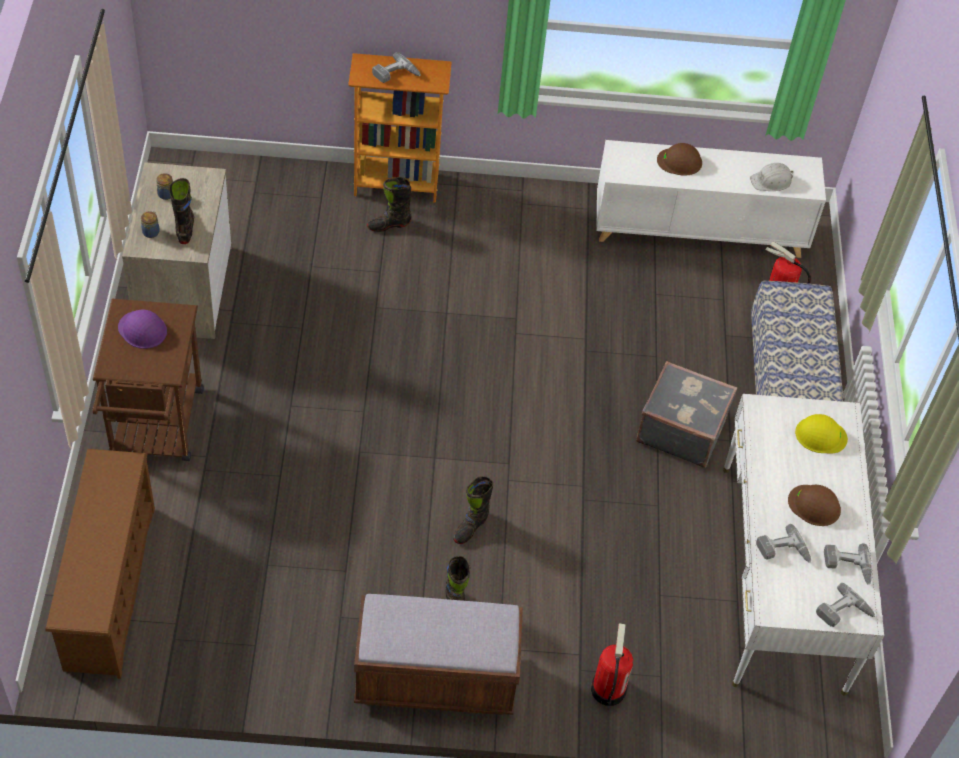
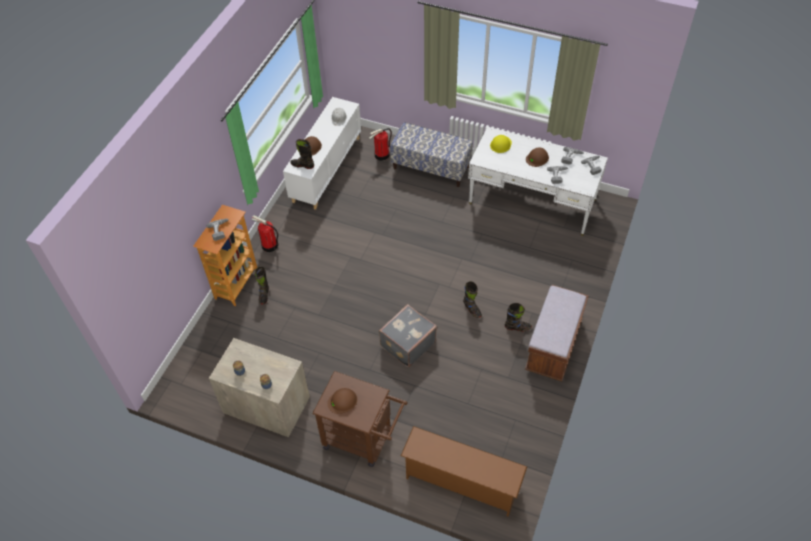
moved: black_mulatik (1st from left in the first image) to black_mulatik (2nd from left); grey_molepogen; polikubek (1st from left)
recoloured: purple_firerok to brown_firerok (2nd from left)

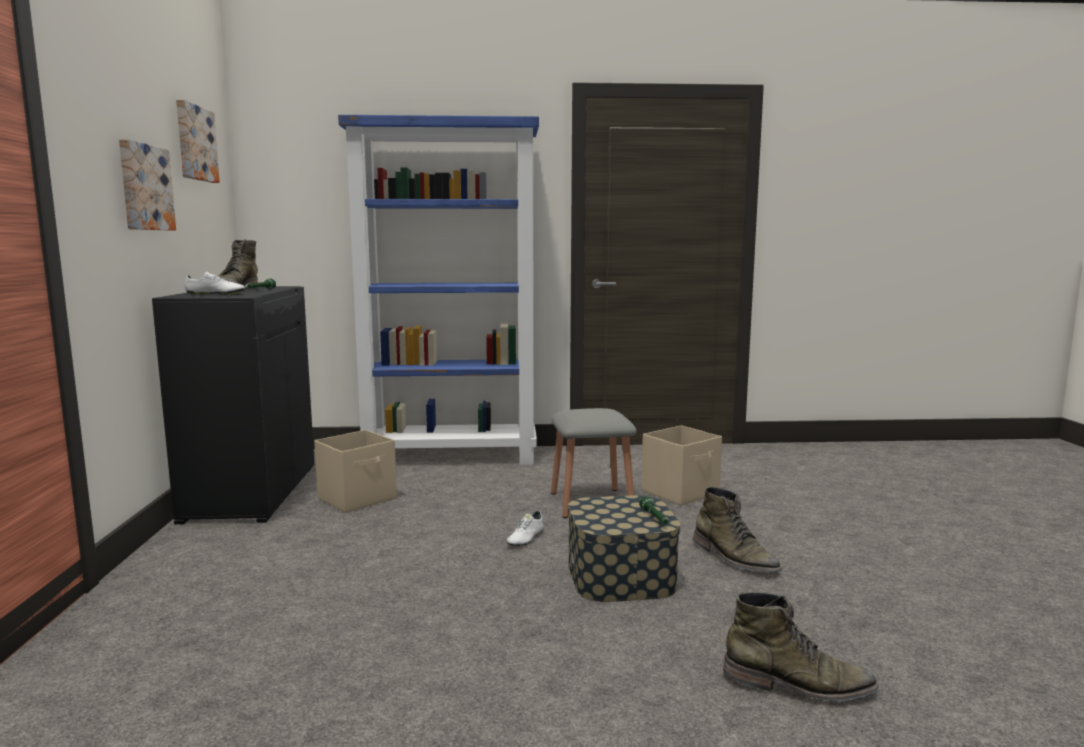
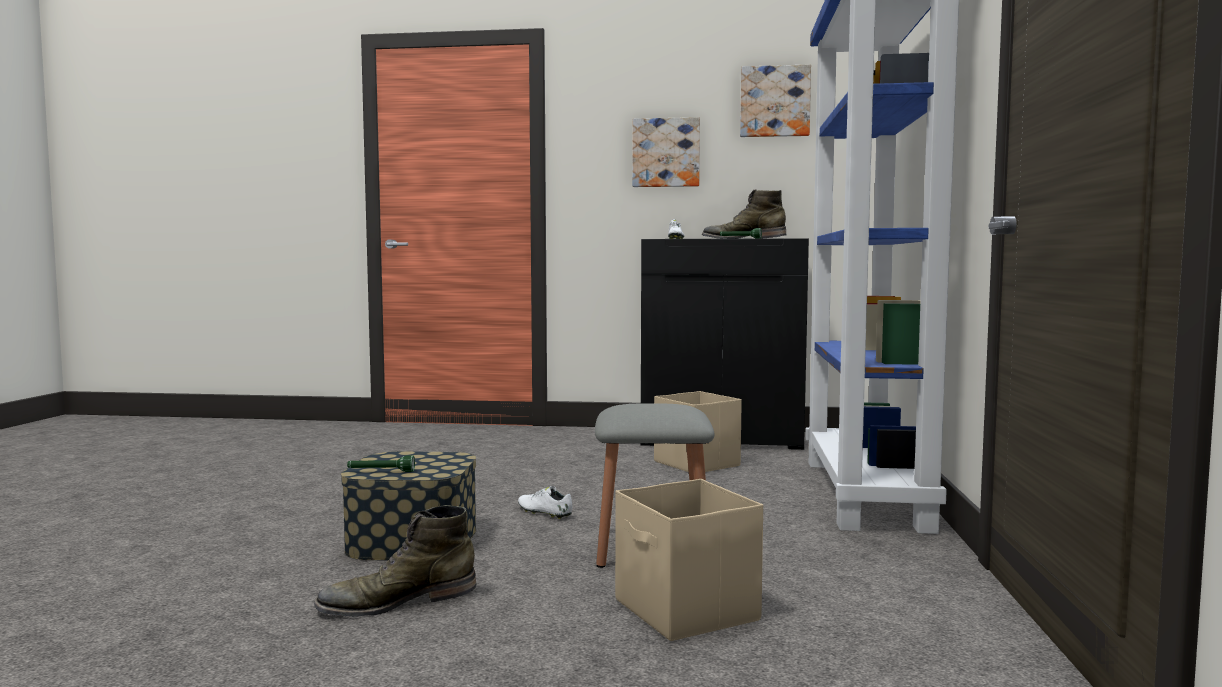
removed: green_mulatik (3rd from left)

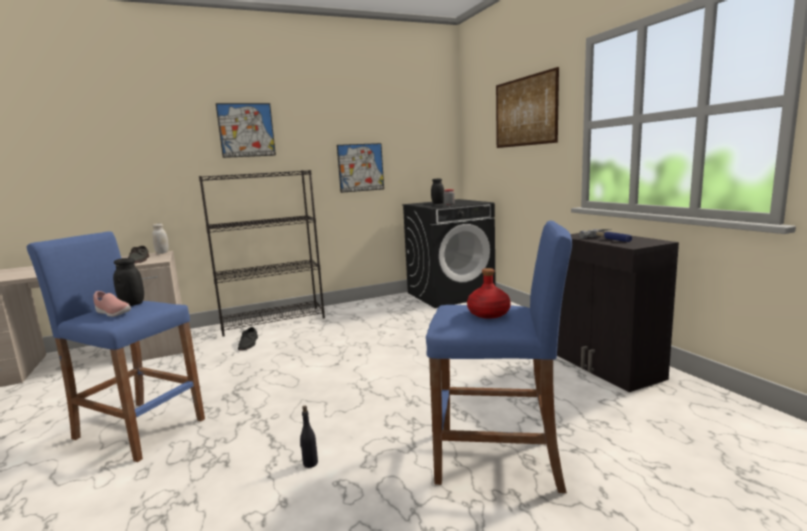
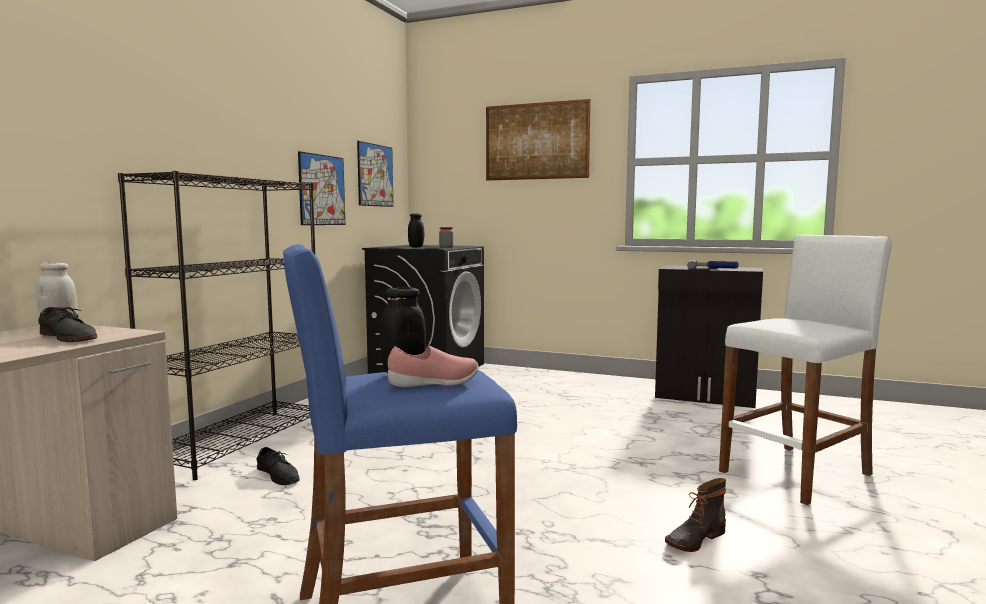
removed: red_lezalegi
moved: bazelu (1st from left in the first image) to bazelu (2nd from left)
replaced: black_lezalegi to mulatik
recoloured: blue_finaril (2nd from left) to white_finaril

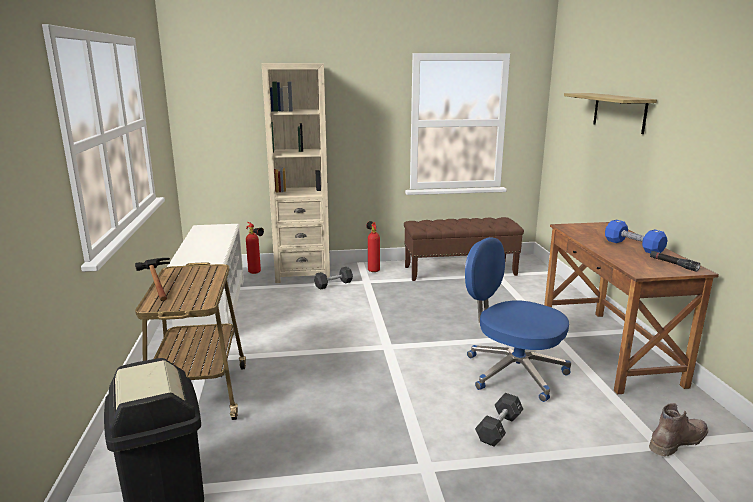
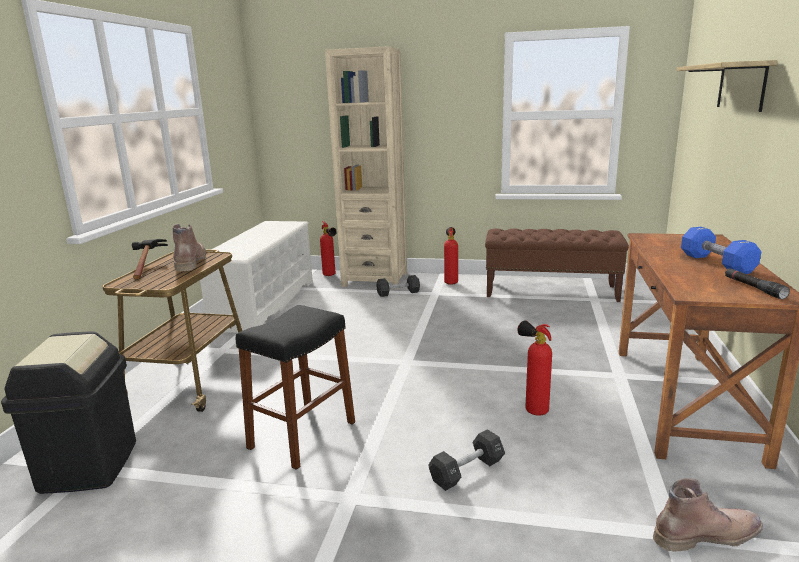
added: brown_mulatik (1st from left); black_finaril
replaced: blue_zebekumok to polikubek (3rd from left)

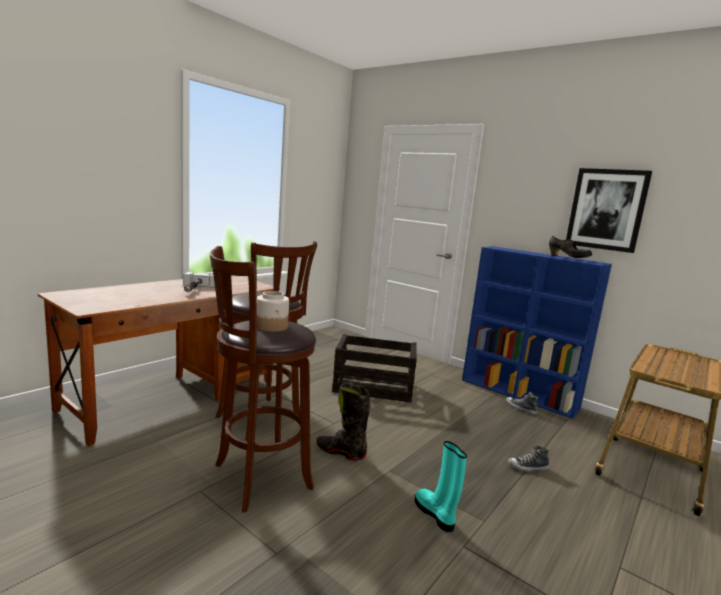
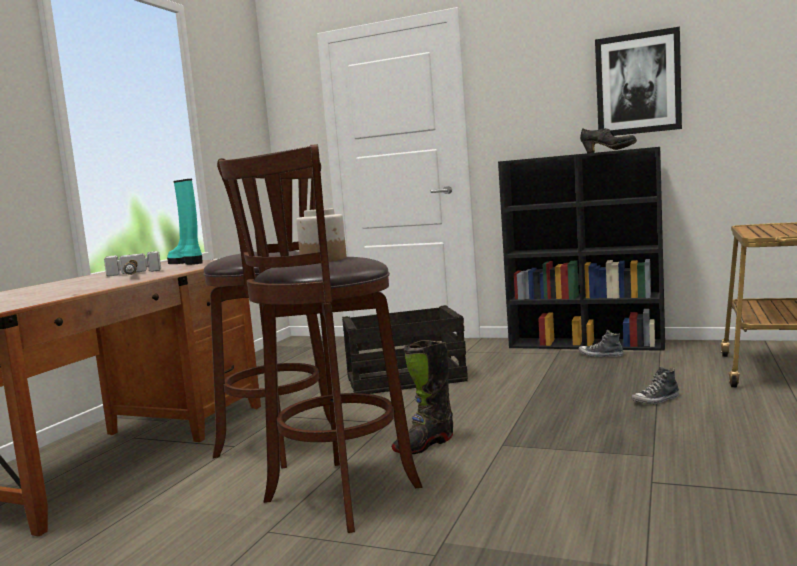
moved: turquoise_mulatik
recoloured: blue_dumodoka to black_dumodoka
turned: black_mulatik 45 degrees counterclockwise

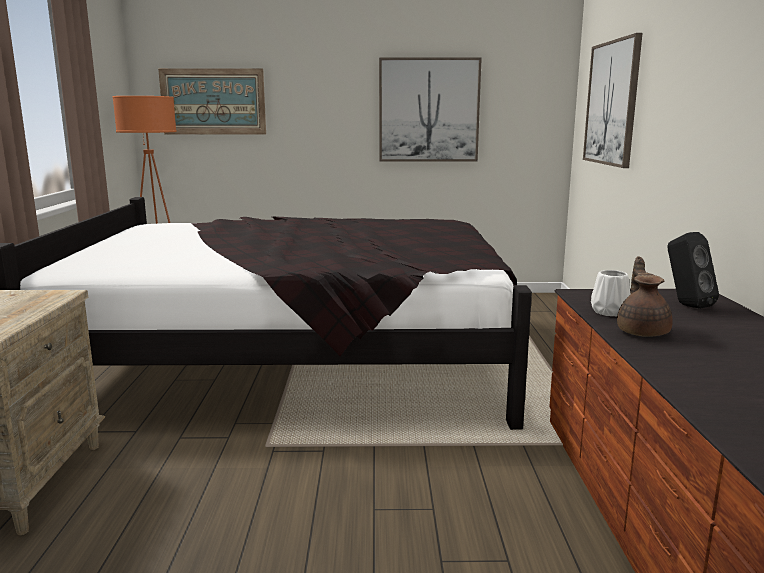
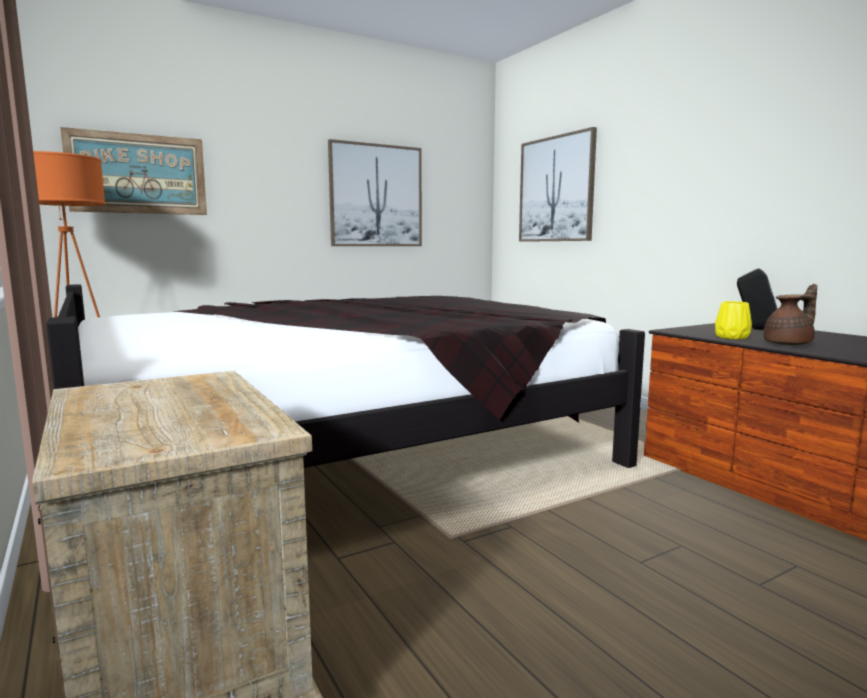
recoloured: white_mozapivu to yellow_mozapivu
turned: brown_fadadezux 90 degrees clockwise

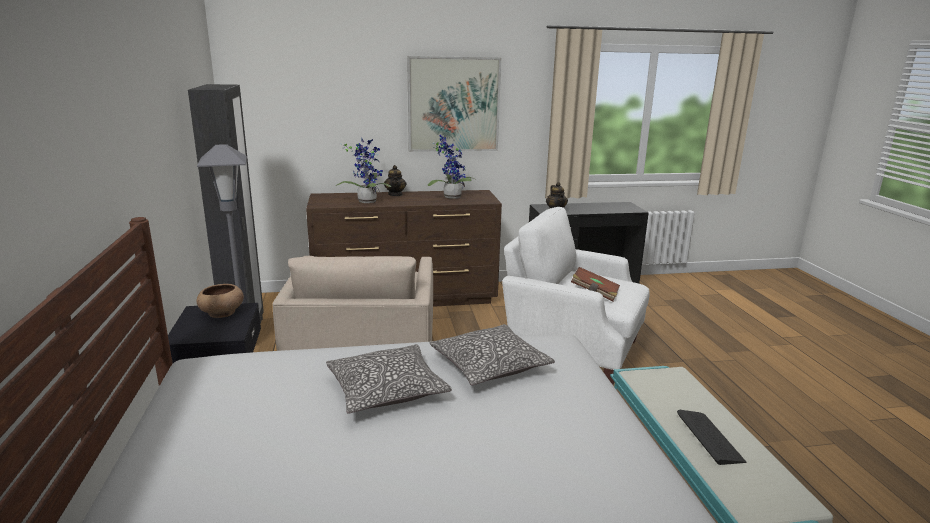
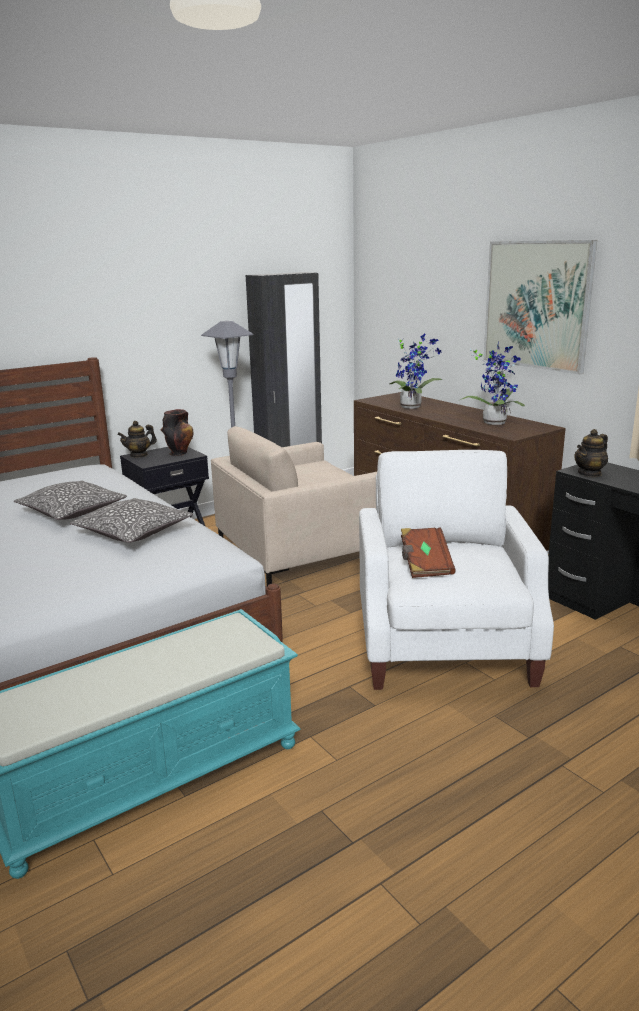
removed: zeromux
moved: fadadezux (1st from left)
replaced: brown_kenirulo to mozapivu

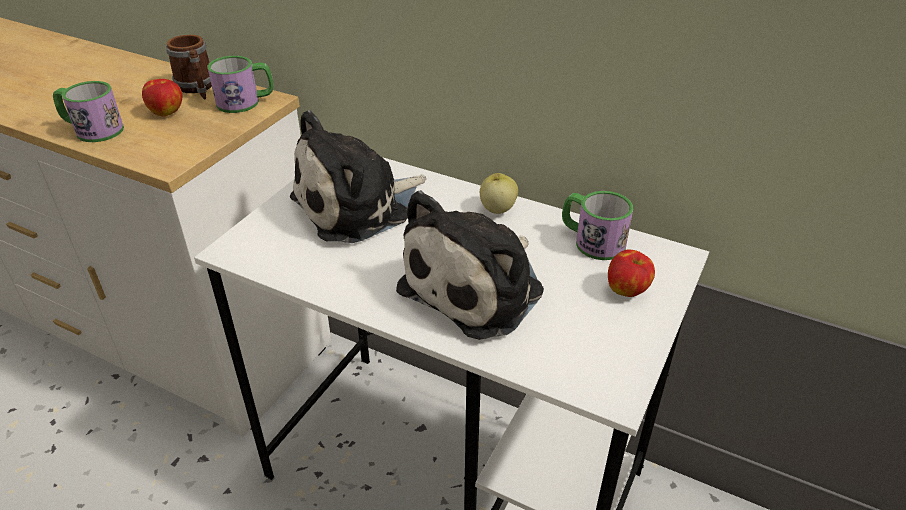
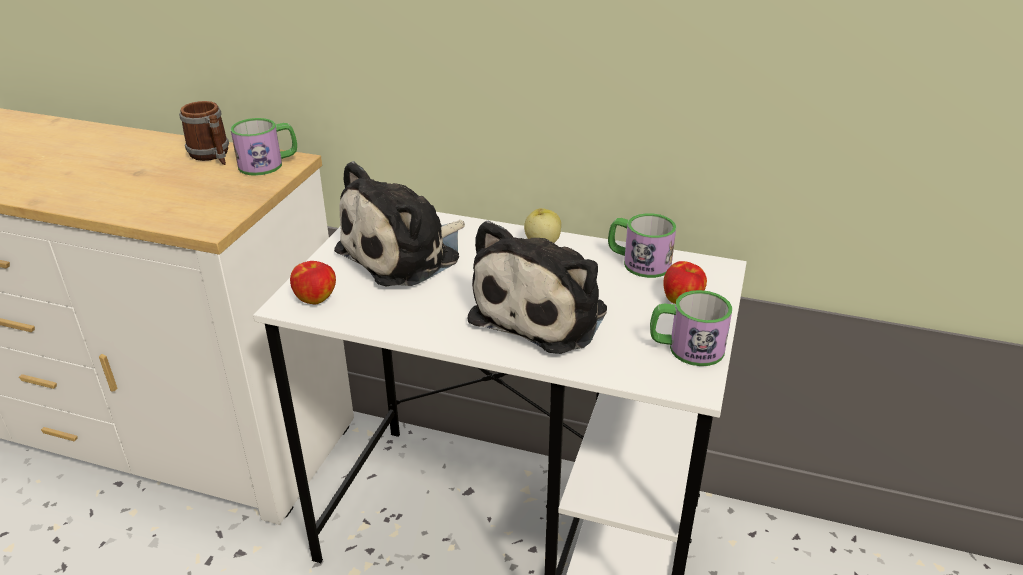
moved: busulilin (1st from left); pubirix (1st from left in the first image) to pubirix (4th from left)

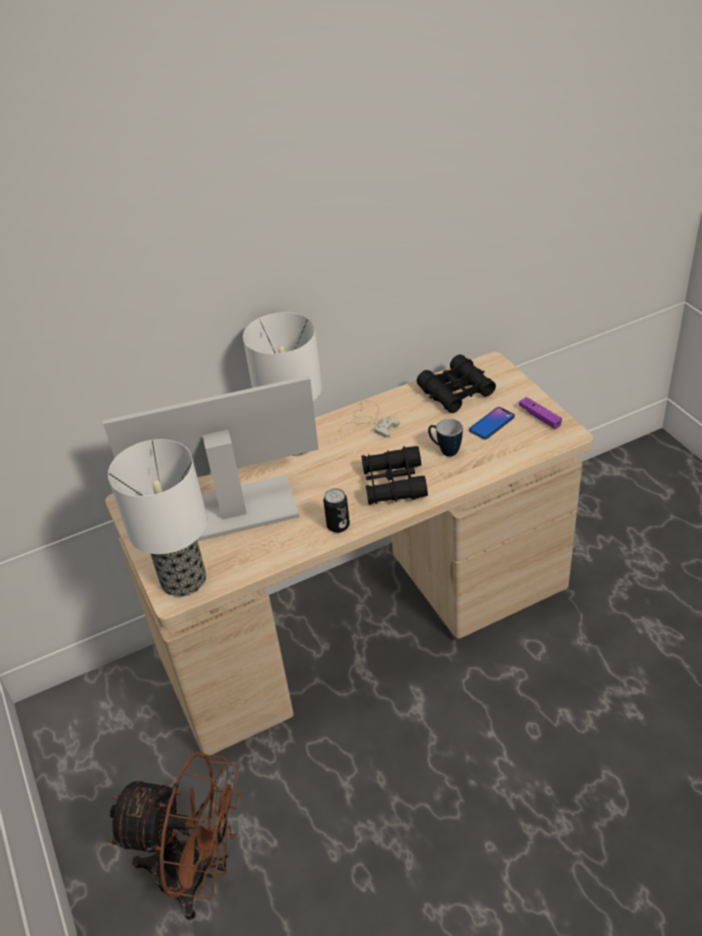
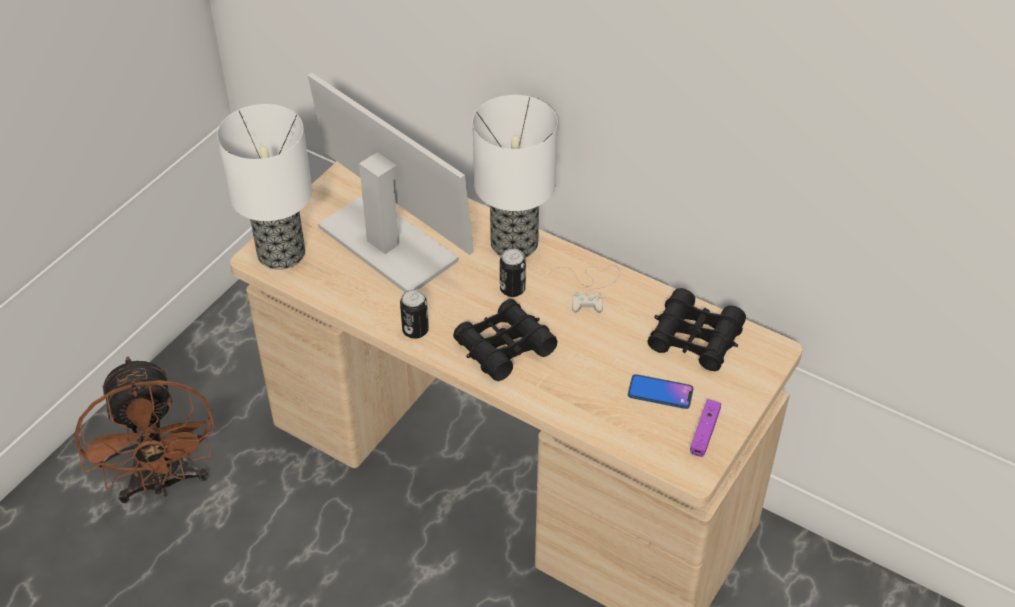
removed: pubirix
added: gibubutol (2nd from left)

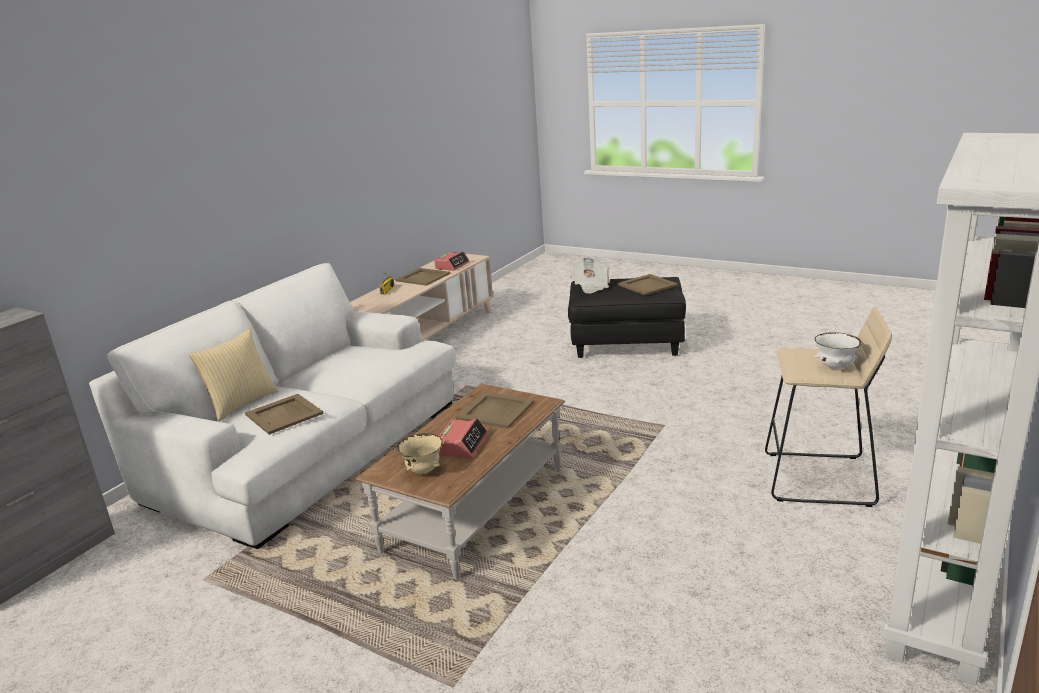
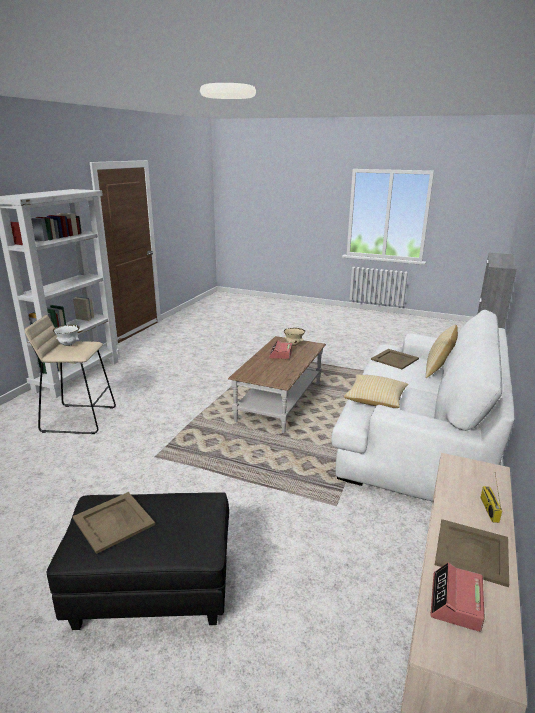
removed: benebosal; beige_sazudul (3rd from left)
added: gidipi (1st from left)

